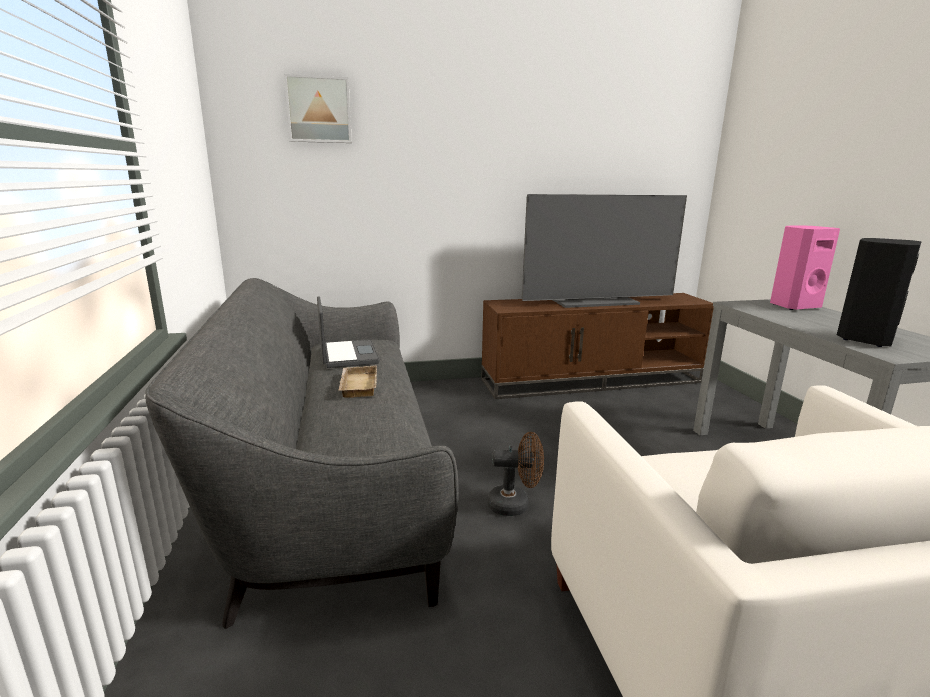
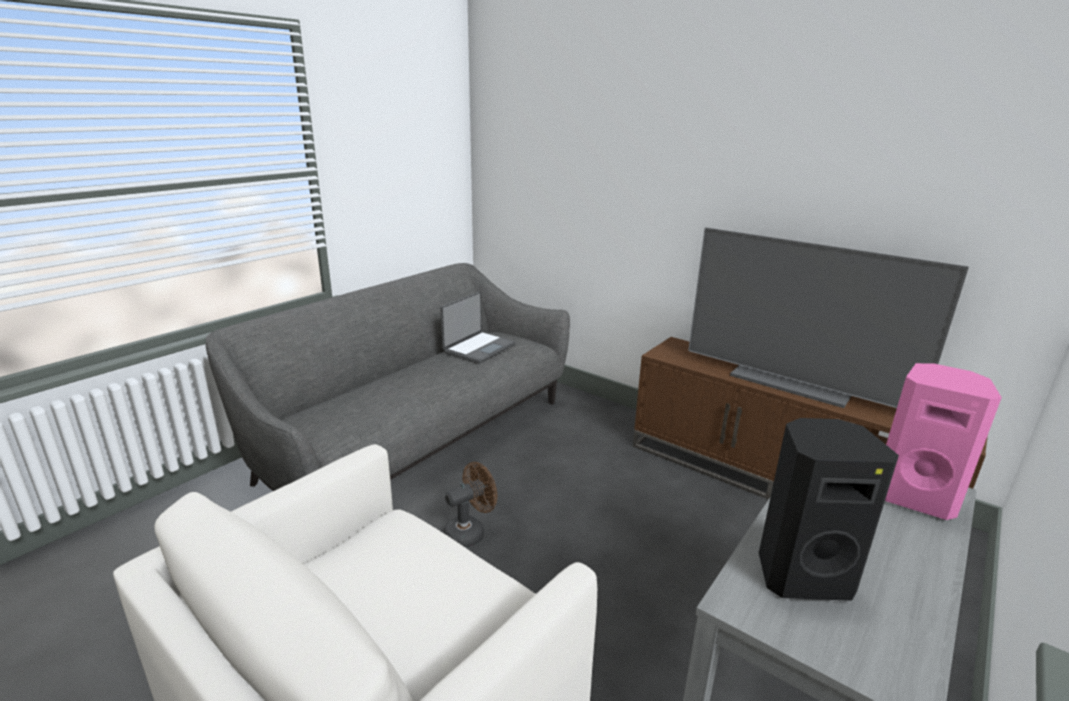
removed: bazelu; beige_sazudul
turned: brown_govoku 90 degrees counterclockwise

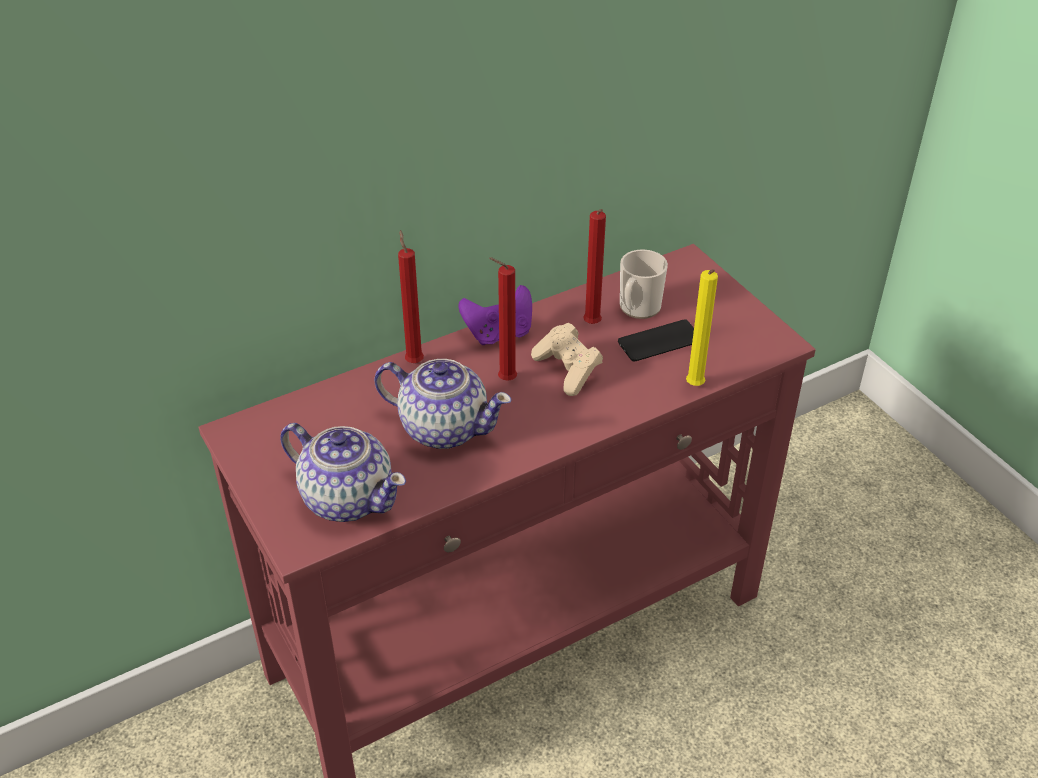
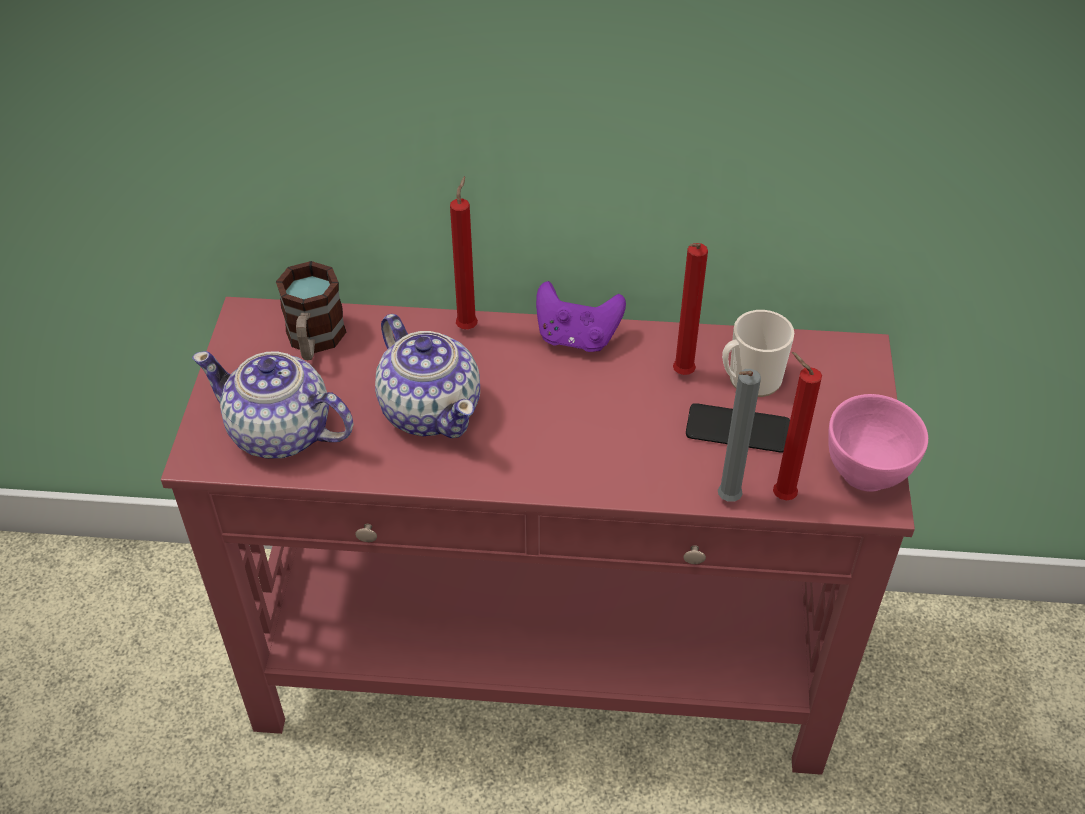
removed: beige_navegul
added: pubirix (1st from left); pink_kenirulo
moved: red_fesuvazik (2nd from left in the first image) to red_fesuvazik (3rd from left)
recoloured: yellow_fesuvazik to grey_fesuvazik
turned: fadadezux (1st from left) 135 degrees clockwise

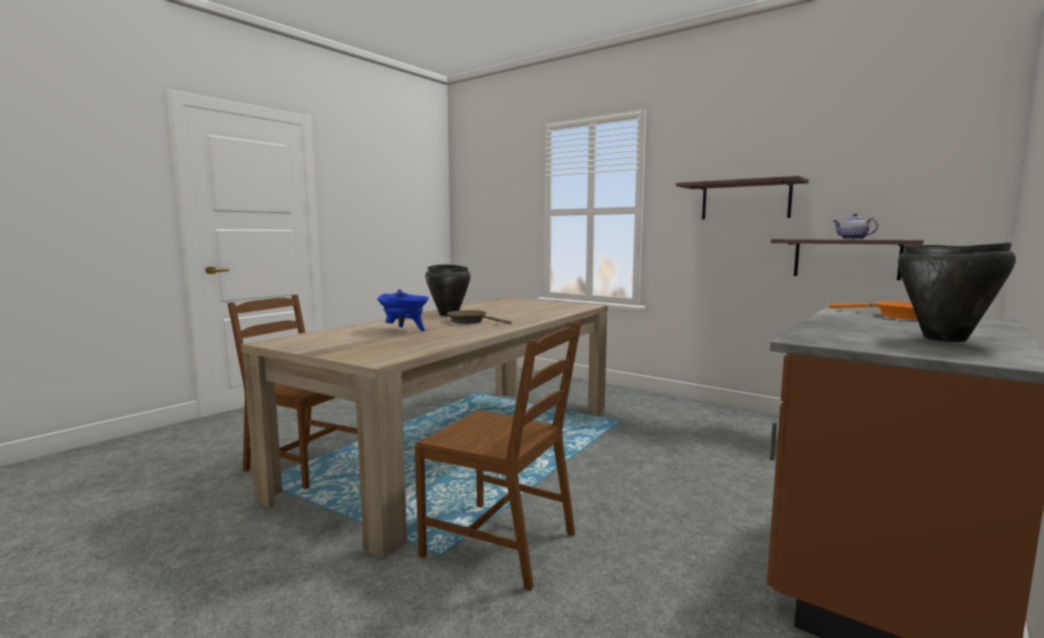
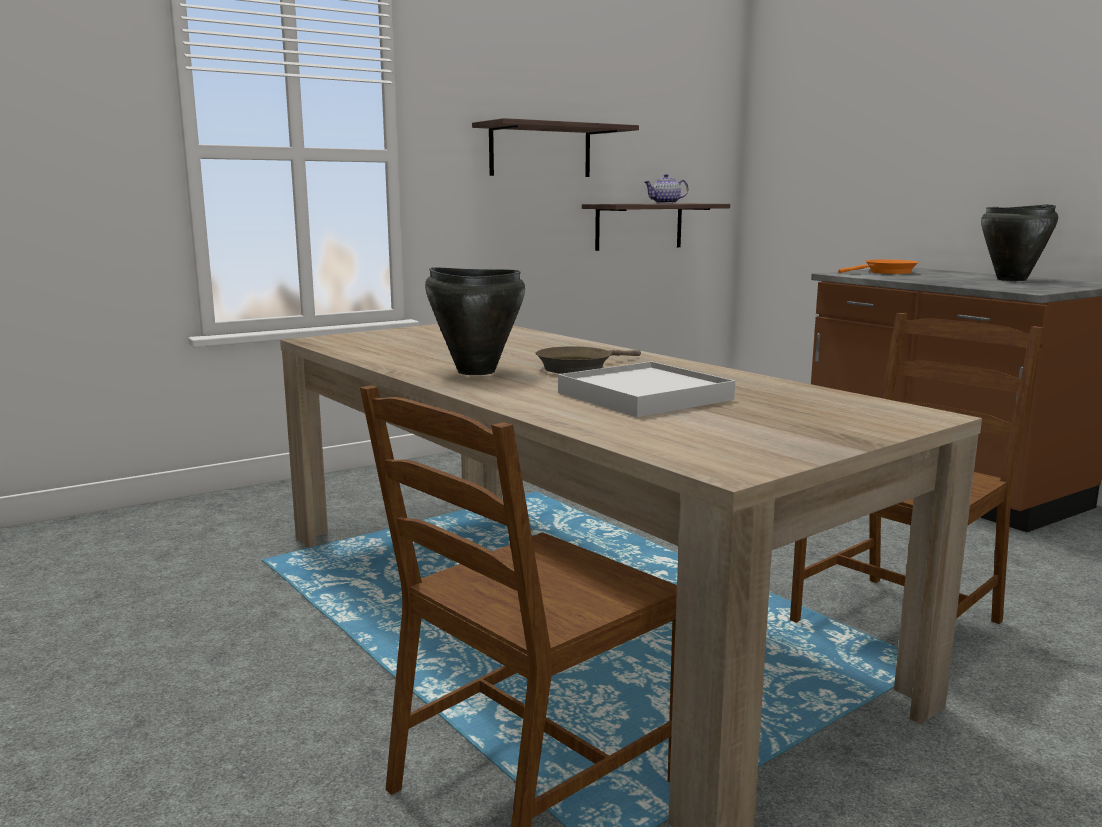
replaced: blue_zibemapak to white_sazudul

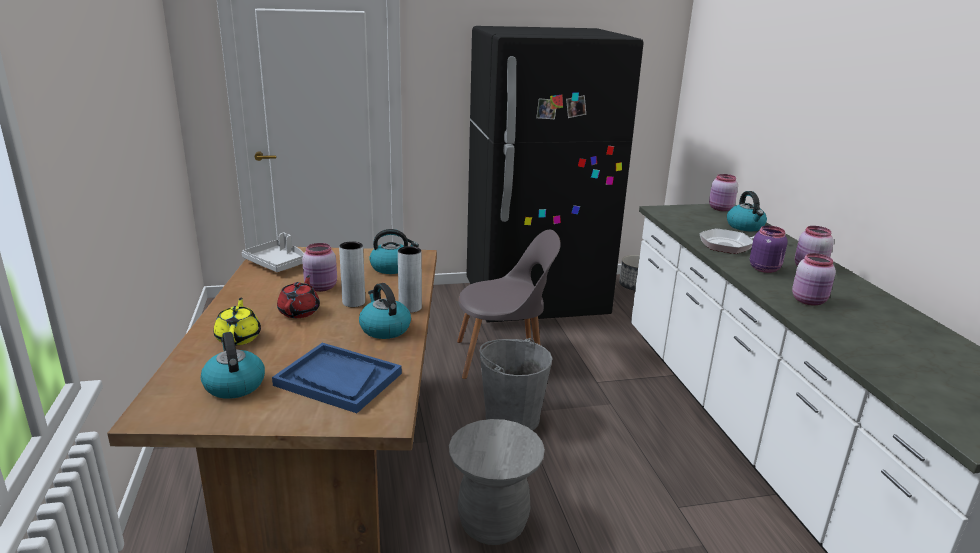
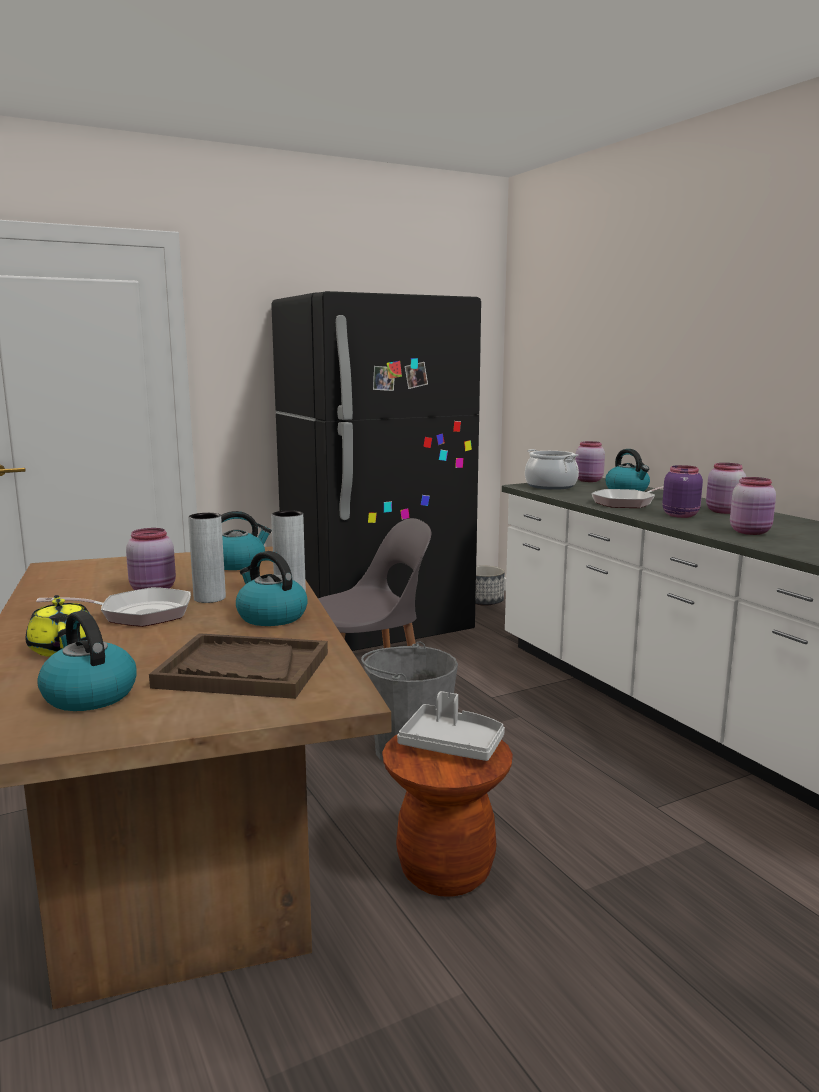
added: zibemapak
moved: grey_sazudul
replaced: red_fadadezux to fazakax (1st from left)
recoloured: blue_sazudul to brown_sazudul; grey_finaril to brown_finaril

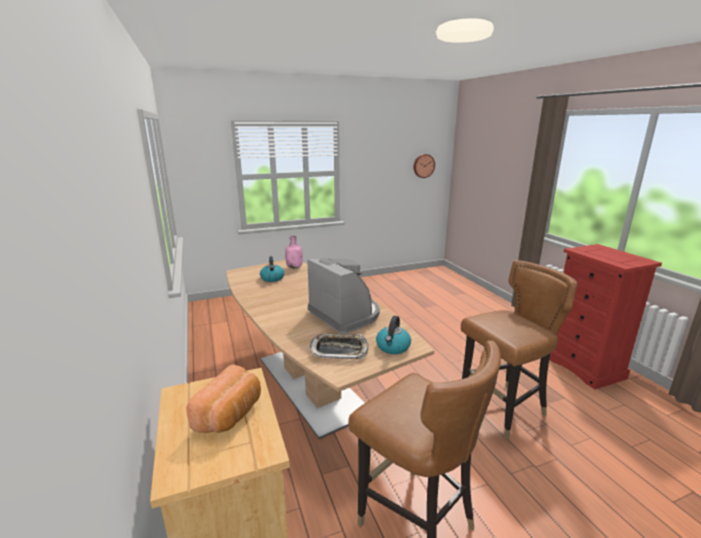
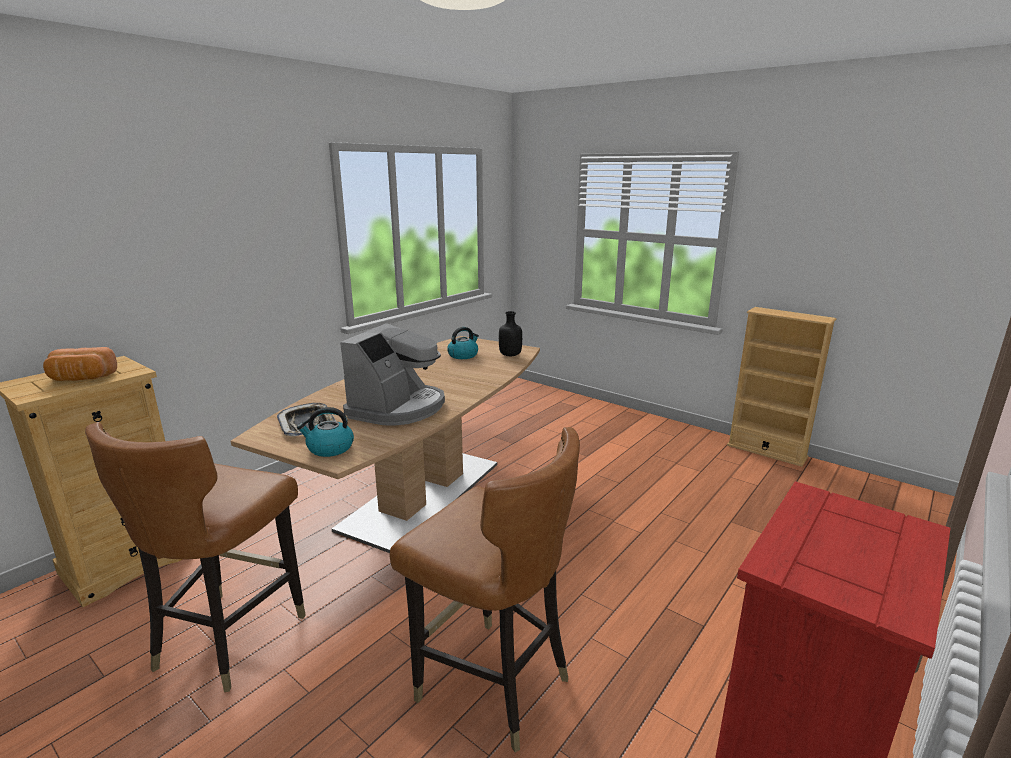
removed: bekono
added: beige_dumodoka
recoloured: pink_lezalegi to black_lezalegi

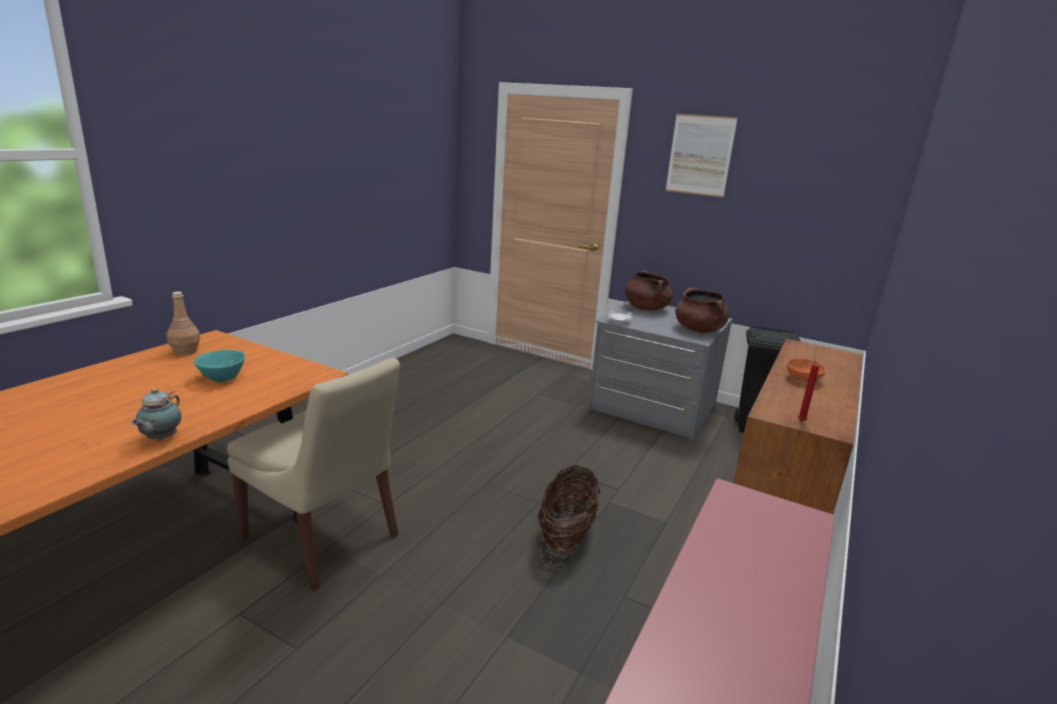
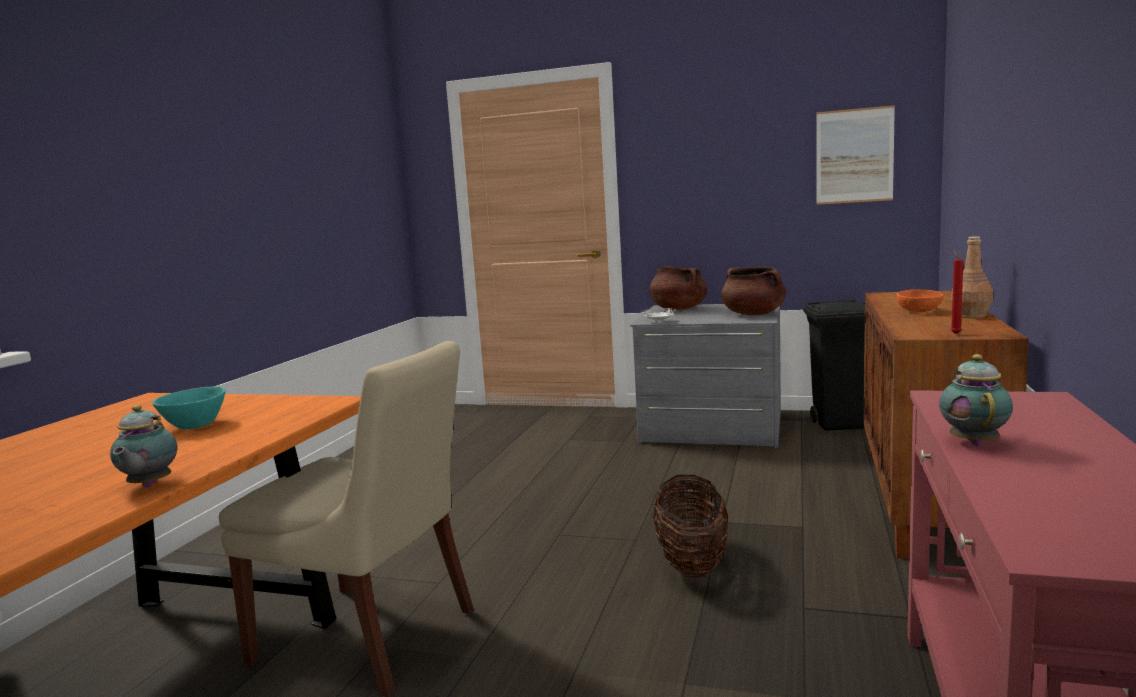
added: fadadezux (2nd from left)
moved: bazelu; brown_lezalegi

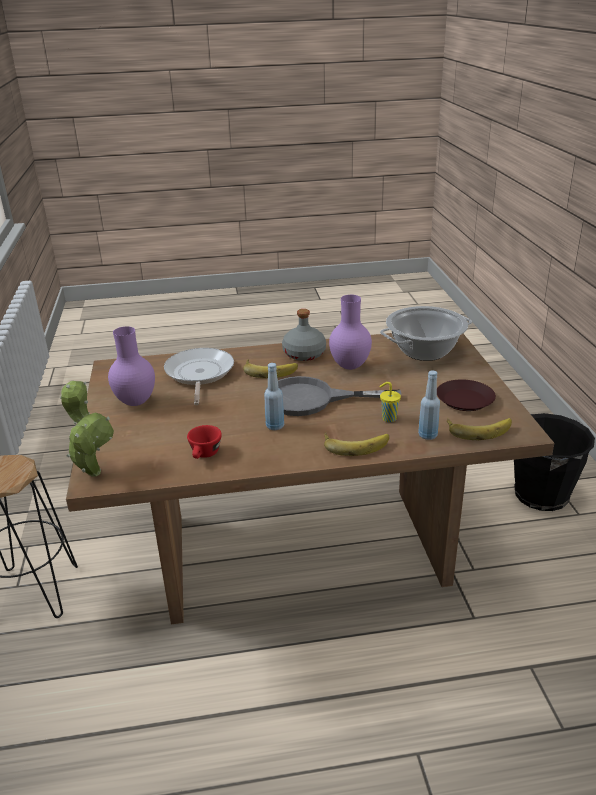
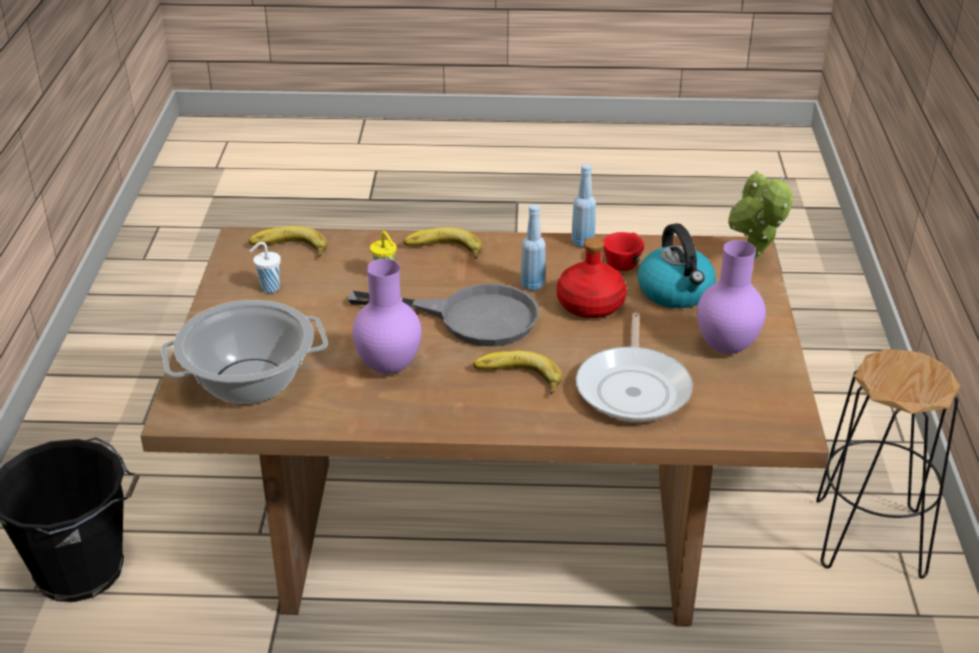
removed: grey_lezalegi
added: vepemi; red_lezalegi
moved: blue_lezalegi (2nd from left)
replaced: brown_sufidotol to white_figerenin

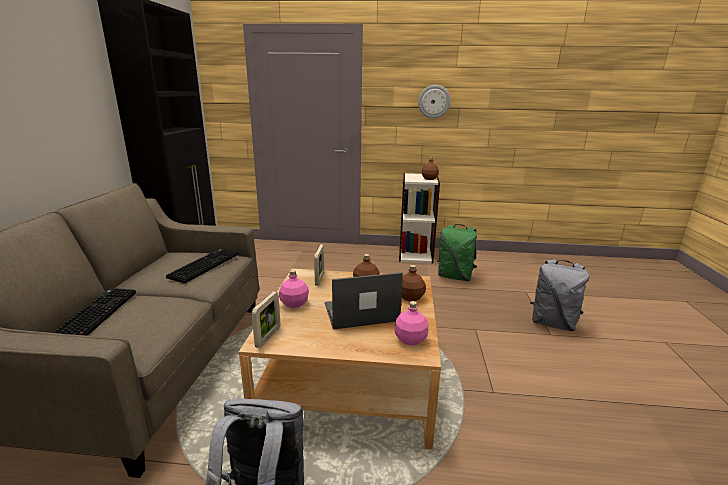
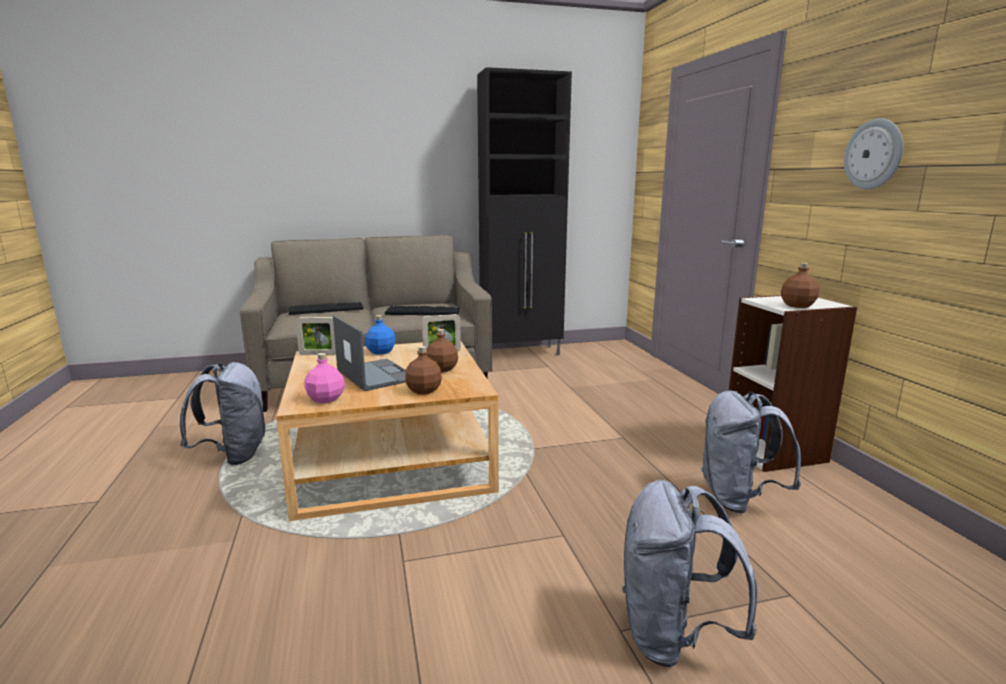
recoloured: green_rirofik to grey_rirofik (3rd from left); pink_lezalegi (1st from left) to blue_lezalegi

